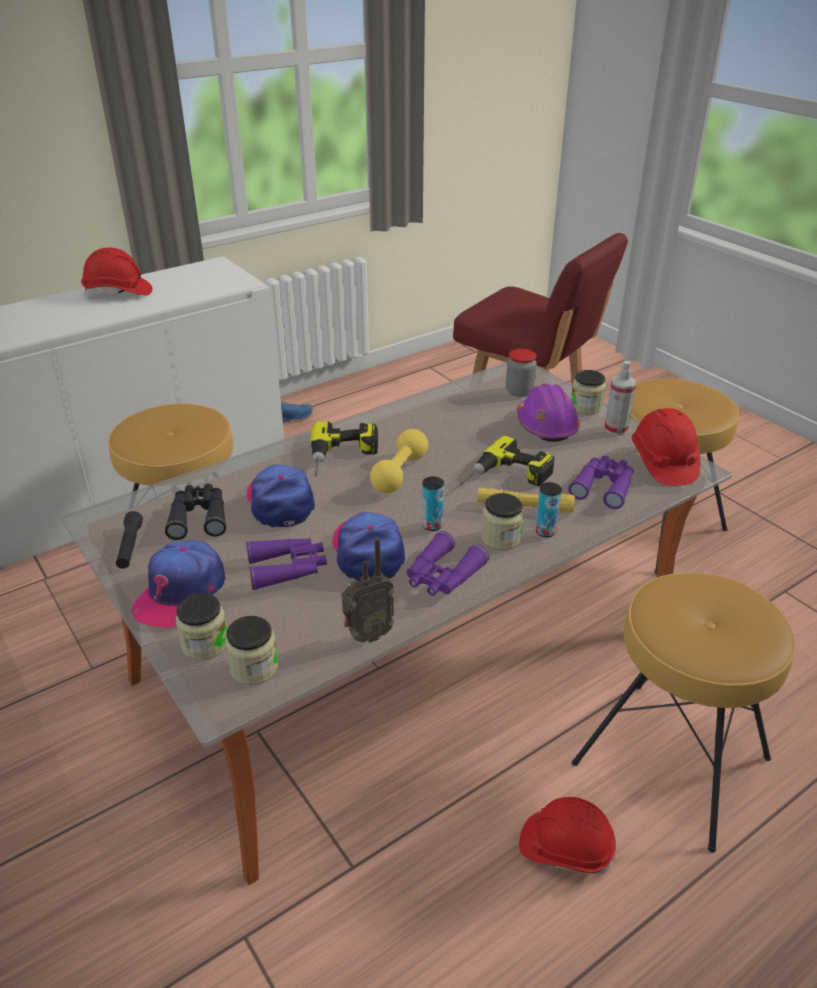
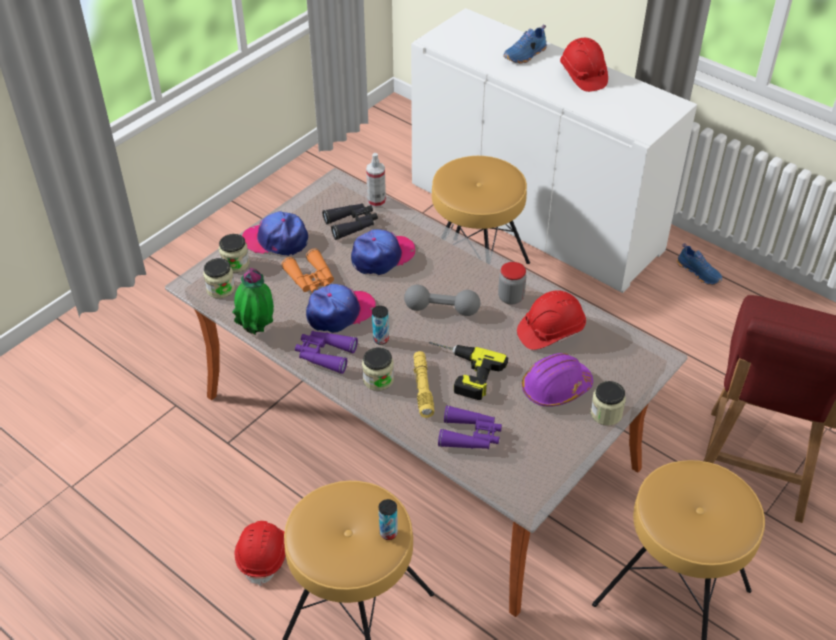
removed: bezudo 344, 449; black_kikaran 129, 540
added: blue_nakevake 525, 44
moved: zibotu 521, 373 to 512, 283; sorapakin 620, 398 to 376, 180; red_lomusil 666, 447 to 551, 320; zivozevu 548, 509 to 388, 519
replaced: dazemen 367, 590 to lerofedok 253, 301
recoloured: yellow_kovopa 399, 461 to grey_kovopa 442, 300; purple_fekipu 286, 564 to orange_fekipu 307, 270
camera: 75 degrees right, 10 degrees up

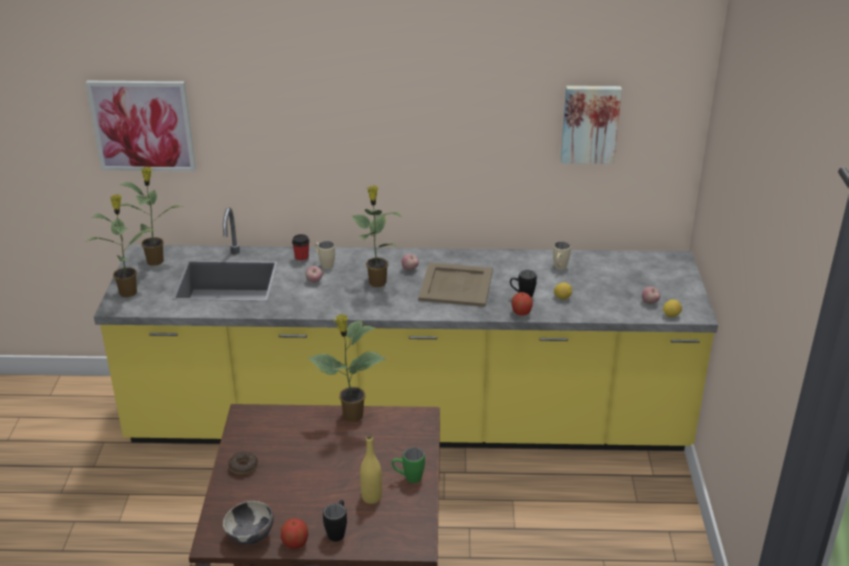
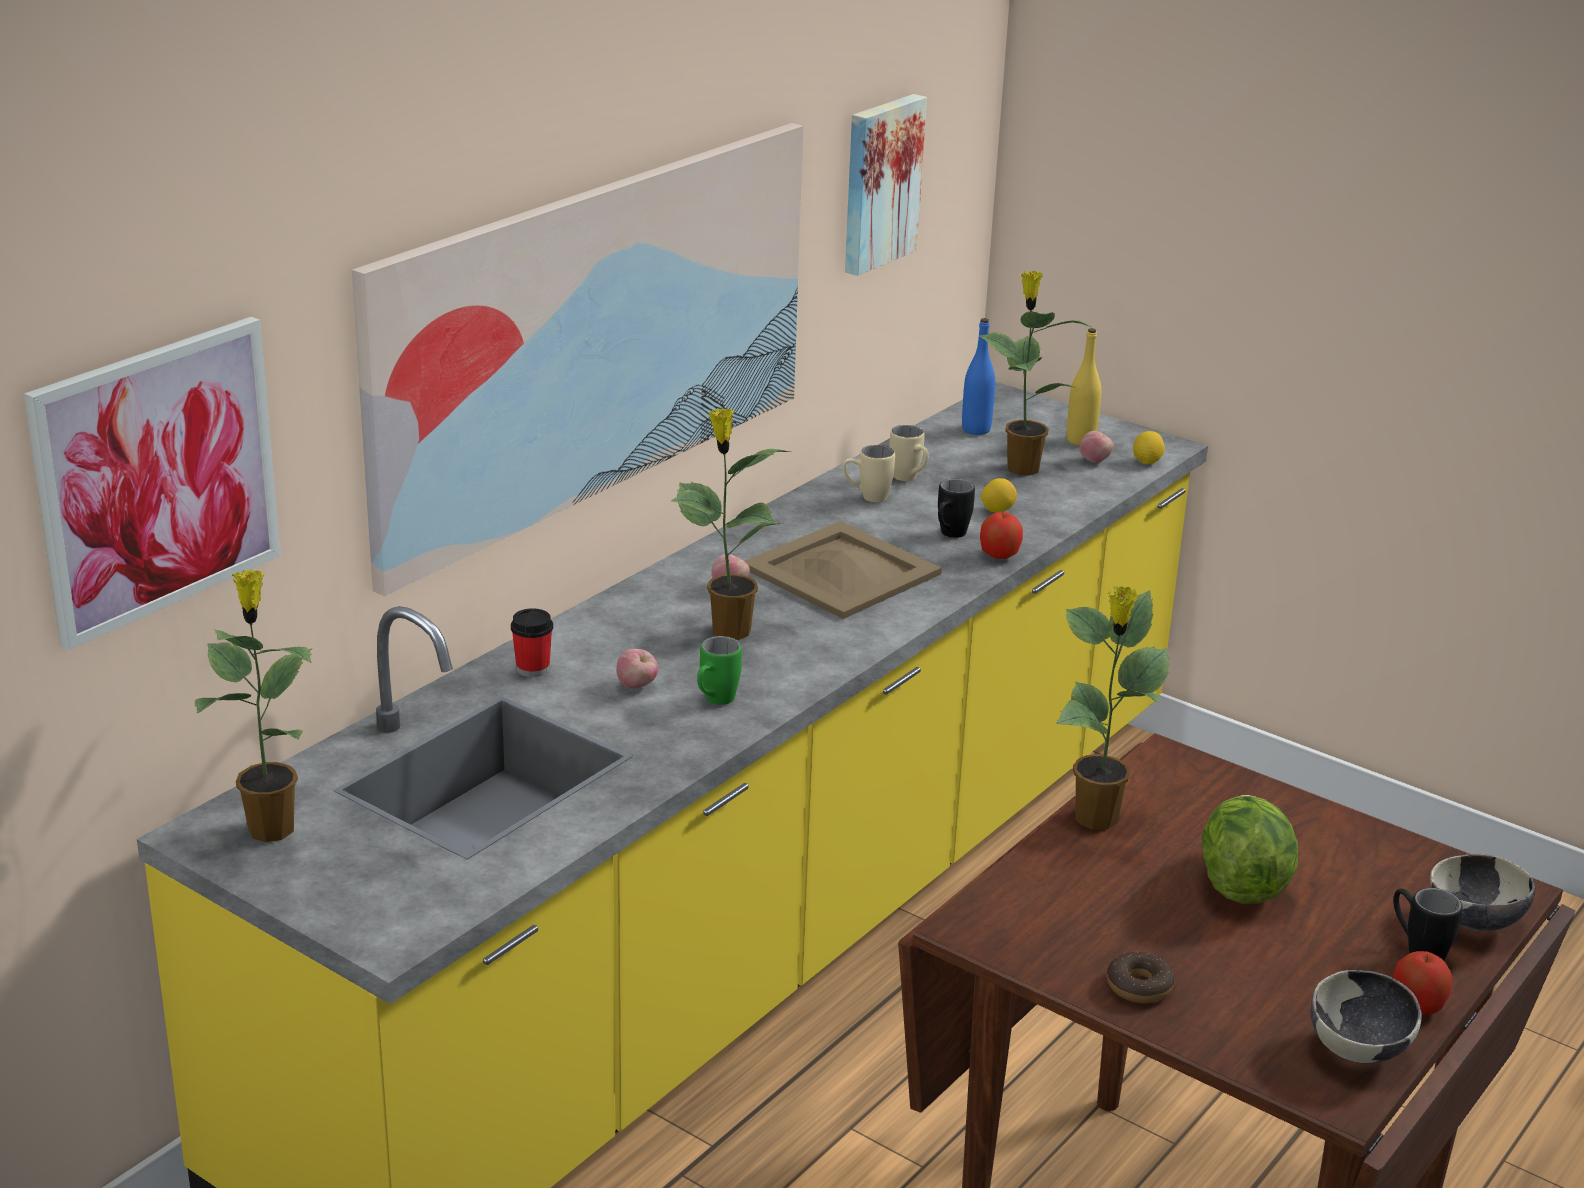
added: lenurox 577, 359; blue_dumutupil 978, 376; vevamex 1250, 849; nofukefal 1482, 893
moved: lerofedok 119, 245 to 1036, 373; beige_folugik 325, 255 to 868, 473; yellow_dumutupil 371, 469 to 1084, 387; green_folugik 408, 465 to 719, 670
camera: 55 degrees left, 5 degrees down

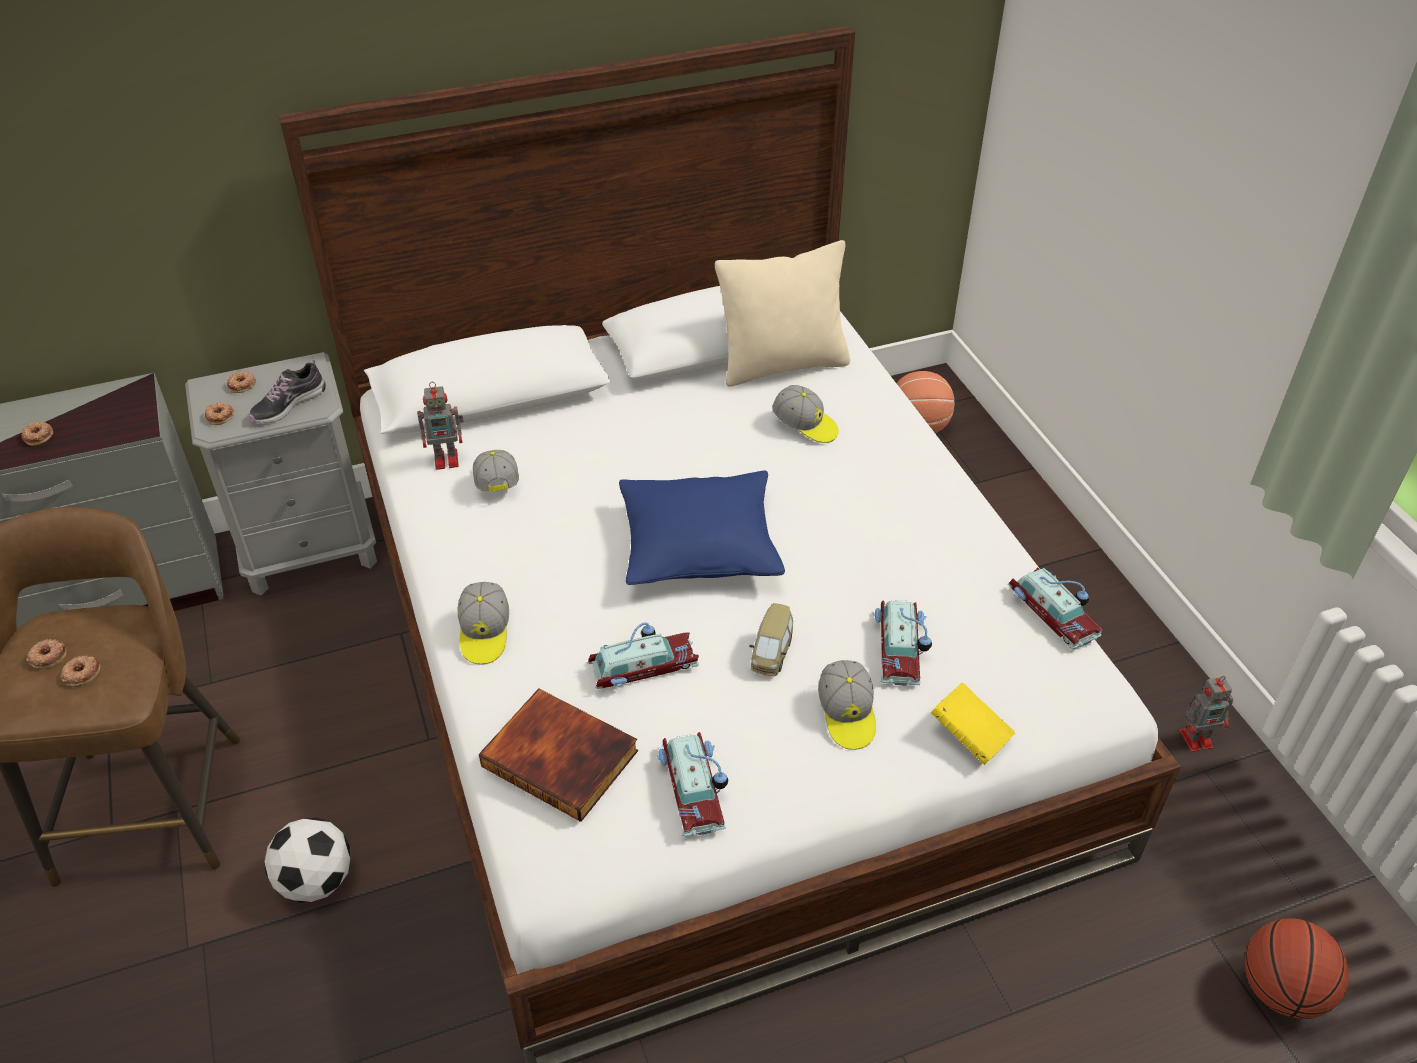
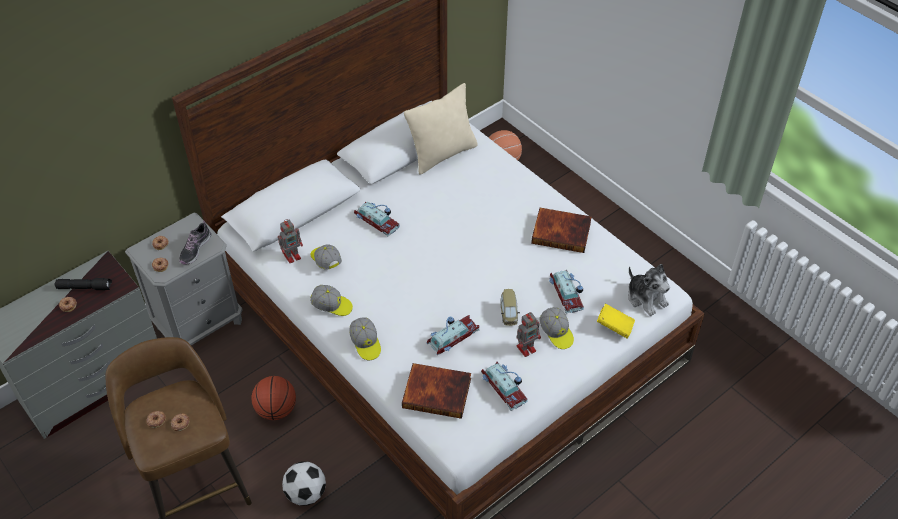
removed: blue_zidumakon 702, 527
added: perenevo 561, 230; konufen 649, 290; black_kikaran 83, 284
moved: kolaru 805, 414 to 331, 300; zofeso 1055, 608 to 377, 219; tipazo 1206, 714 to 528, 334; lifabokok 1297, 968 to 274, 398
camera: 20 degrees left, 5 degrees up

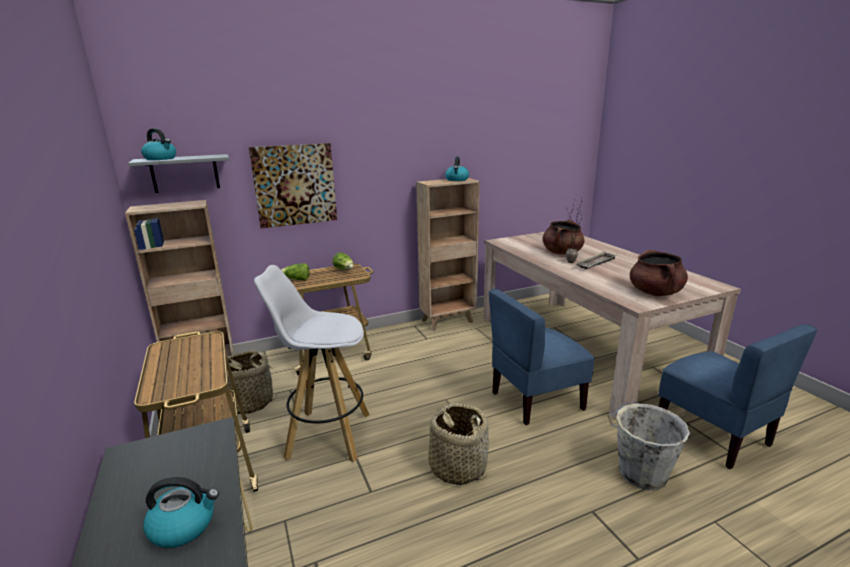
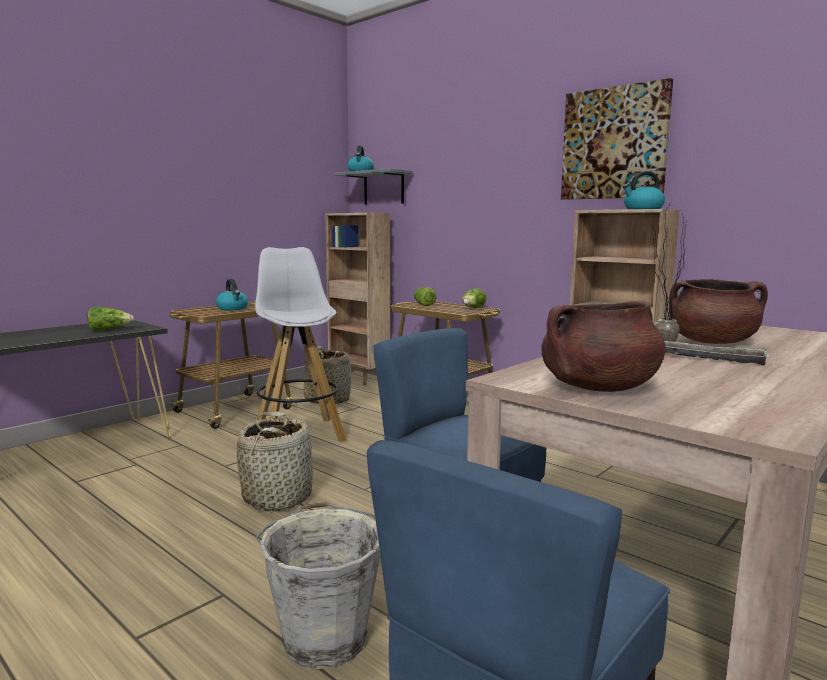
added: vevamex 111, 319
moved: lenurox 293, 185 to 617, 139; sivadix 181, 512 to 232, 294
camera: 65 degrees right, 10 degrees down

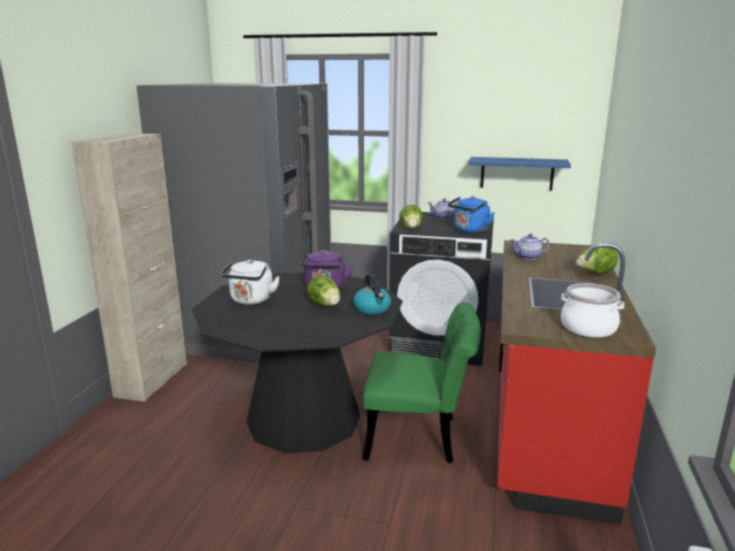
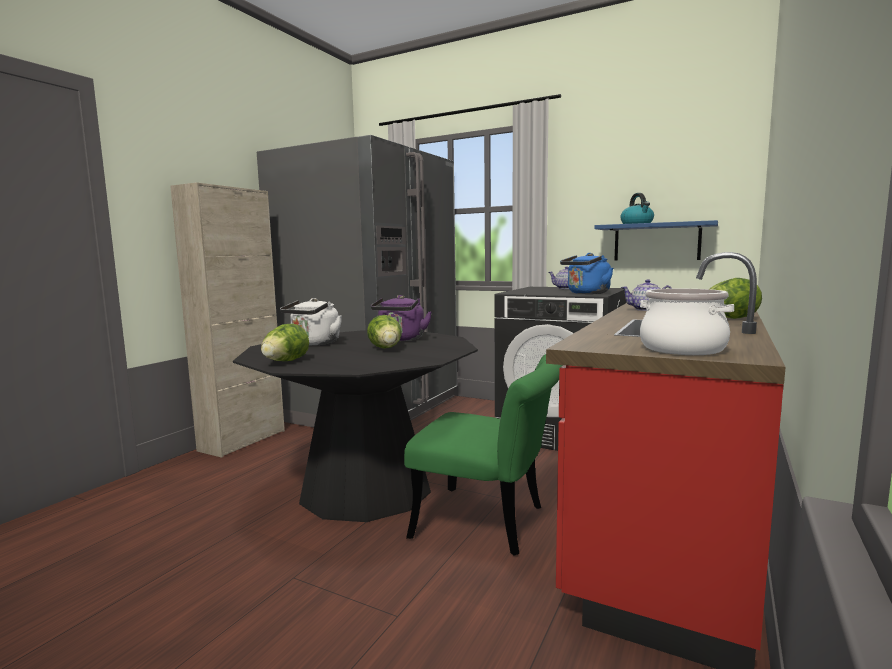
moved: vevamex 411, 217 to 285, 342; sivadix 372, 294 to 637, 208
camera: 15 degrees right, 10 degrees down

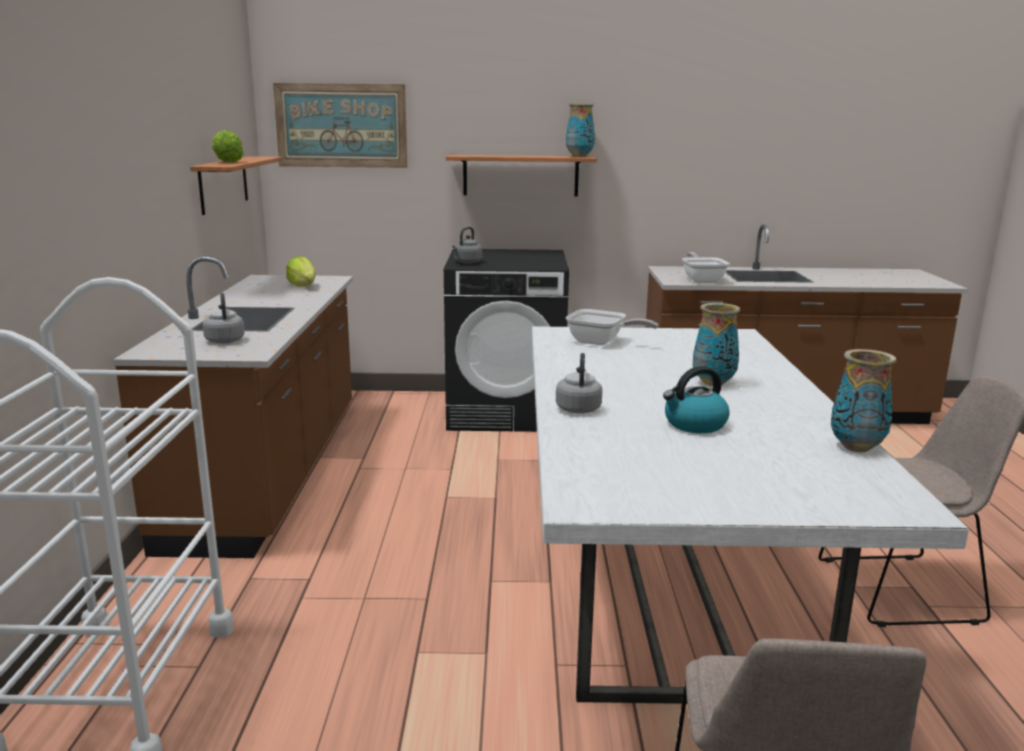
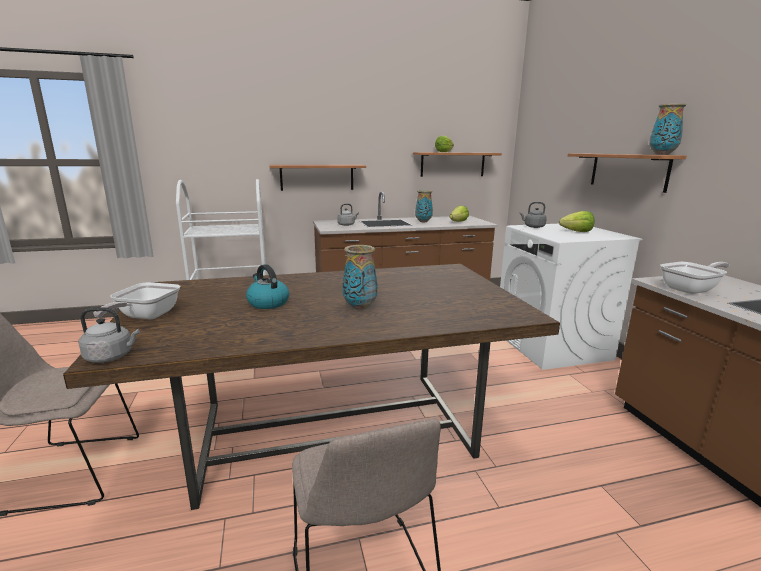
removed: lenurox 340, 125
added: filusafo 317, 178; vevamex 576, 221
moved: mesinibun 612, 327 to 136, 301; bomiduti 864, 400 to 424, 206; grey_sivadix 579, 383 to 109, 335
recoloured: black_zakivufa 506, 340 to white_zakivufa 571, 297; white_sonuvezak 750, 515 to brown_sonuvezak 311, 387
camera: 75 degrees right, 0 degrees up

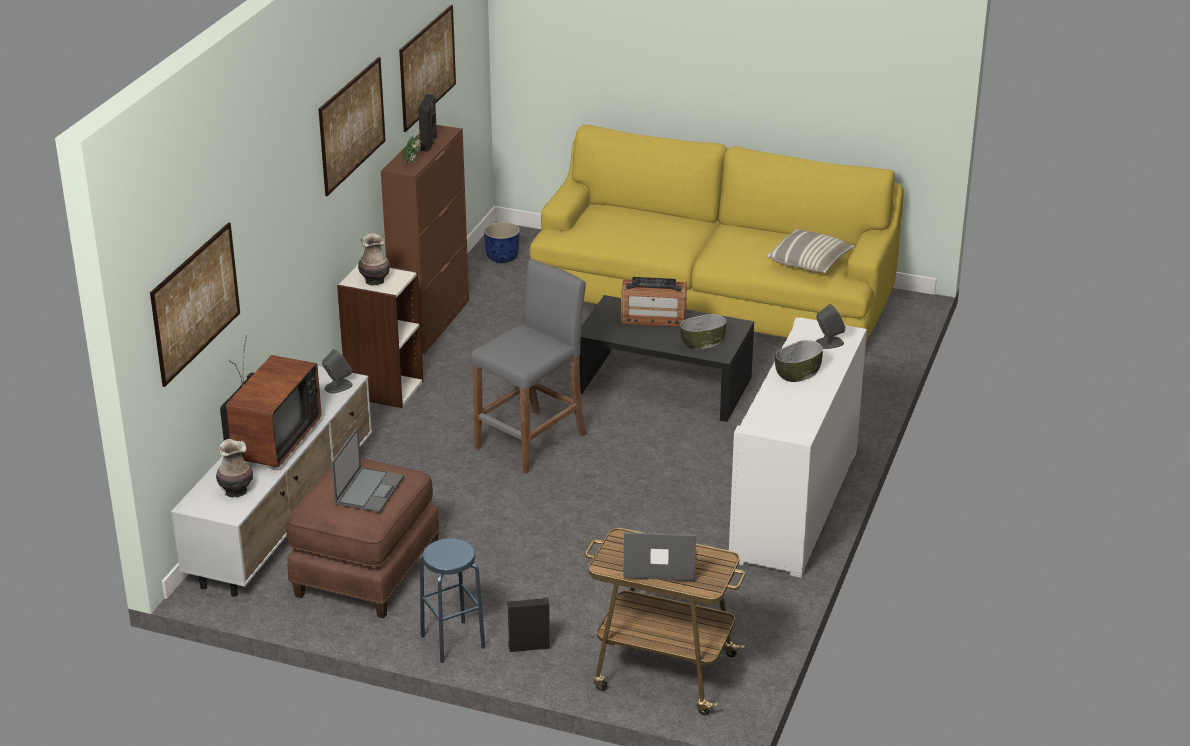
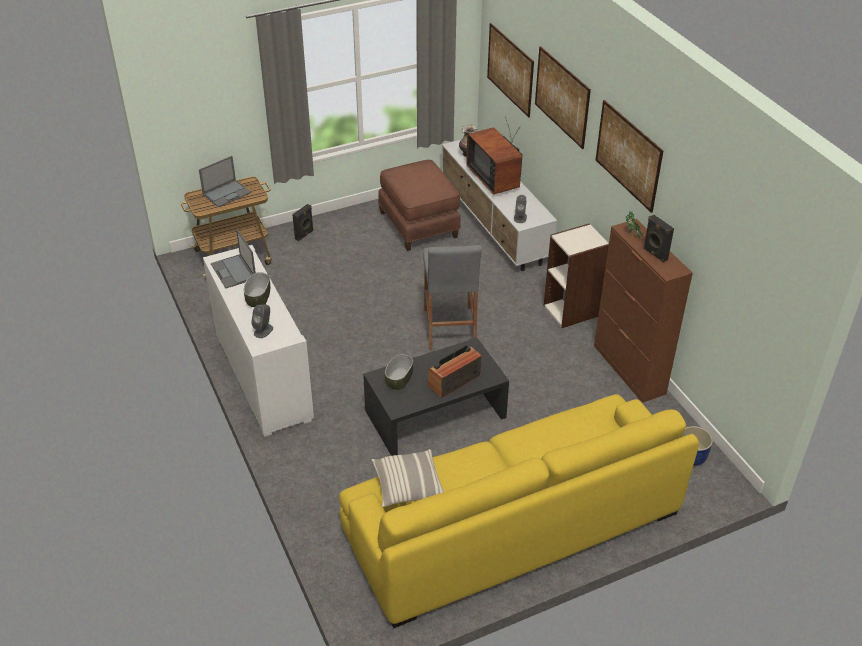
removed: bomiduti 374, 259; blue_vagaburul 452, 600
moved: lenurox 427, 68 to 563, 97; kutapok 367, 470 to 233, 259
camera: 135 degrees right, 10 degrees up

